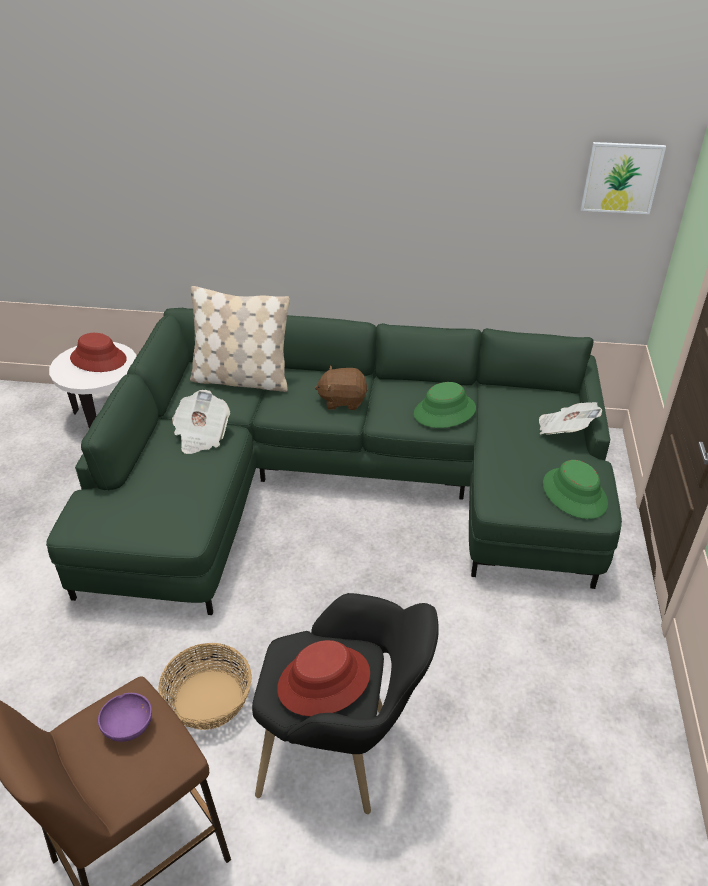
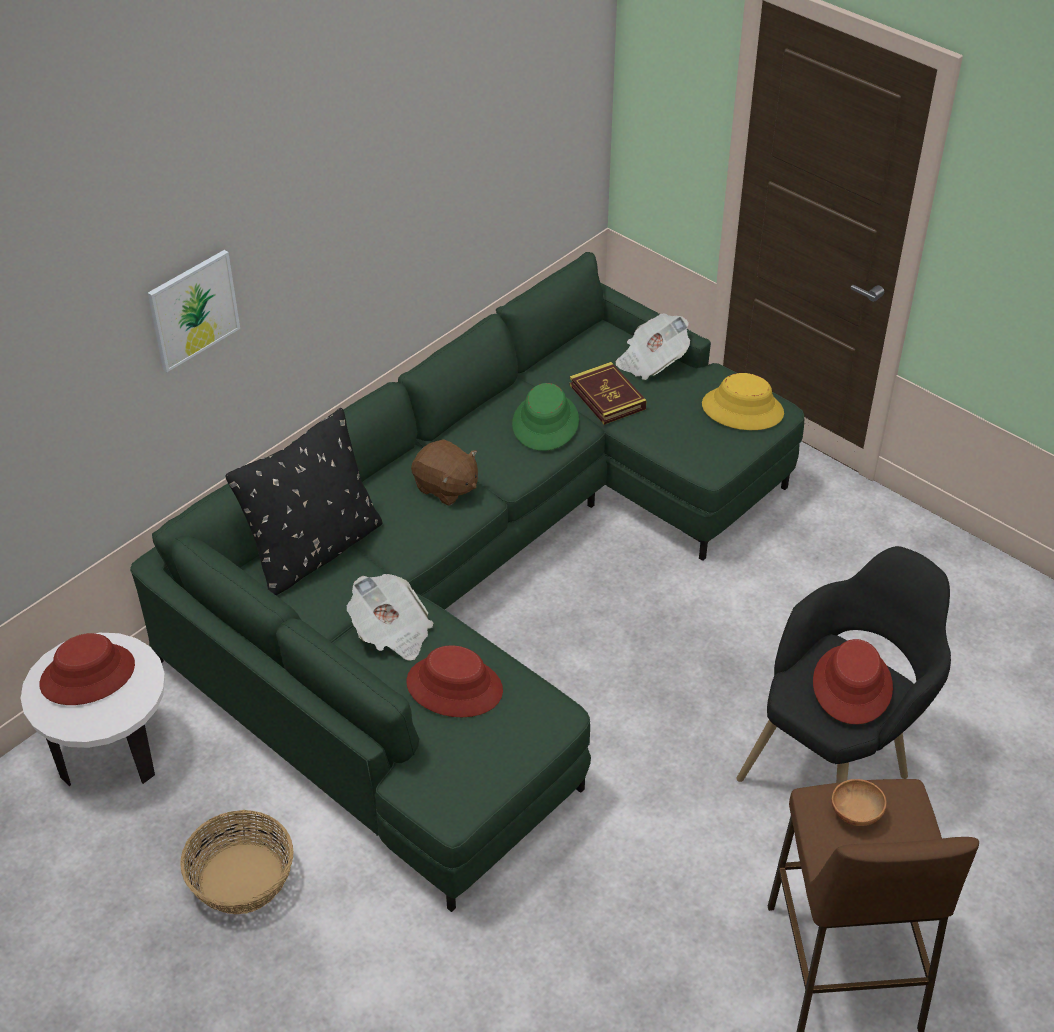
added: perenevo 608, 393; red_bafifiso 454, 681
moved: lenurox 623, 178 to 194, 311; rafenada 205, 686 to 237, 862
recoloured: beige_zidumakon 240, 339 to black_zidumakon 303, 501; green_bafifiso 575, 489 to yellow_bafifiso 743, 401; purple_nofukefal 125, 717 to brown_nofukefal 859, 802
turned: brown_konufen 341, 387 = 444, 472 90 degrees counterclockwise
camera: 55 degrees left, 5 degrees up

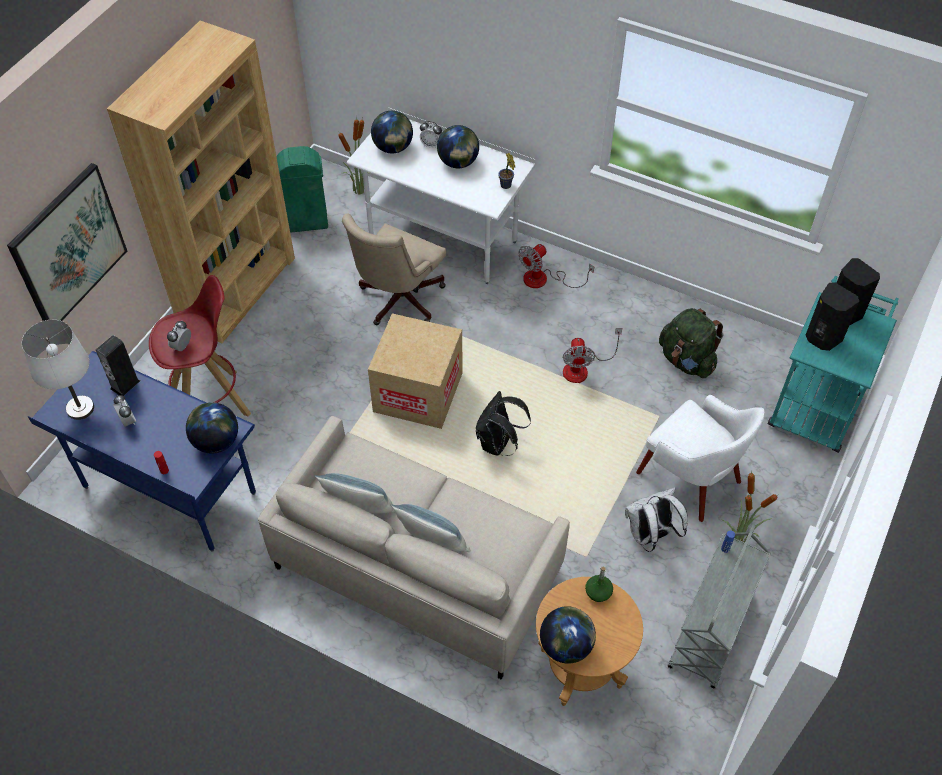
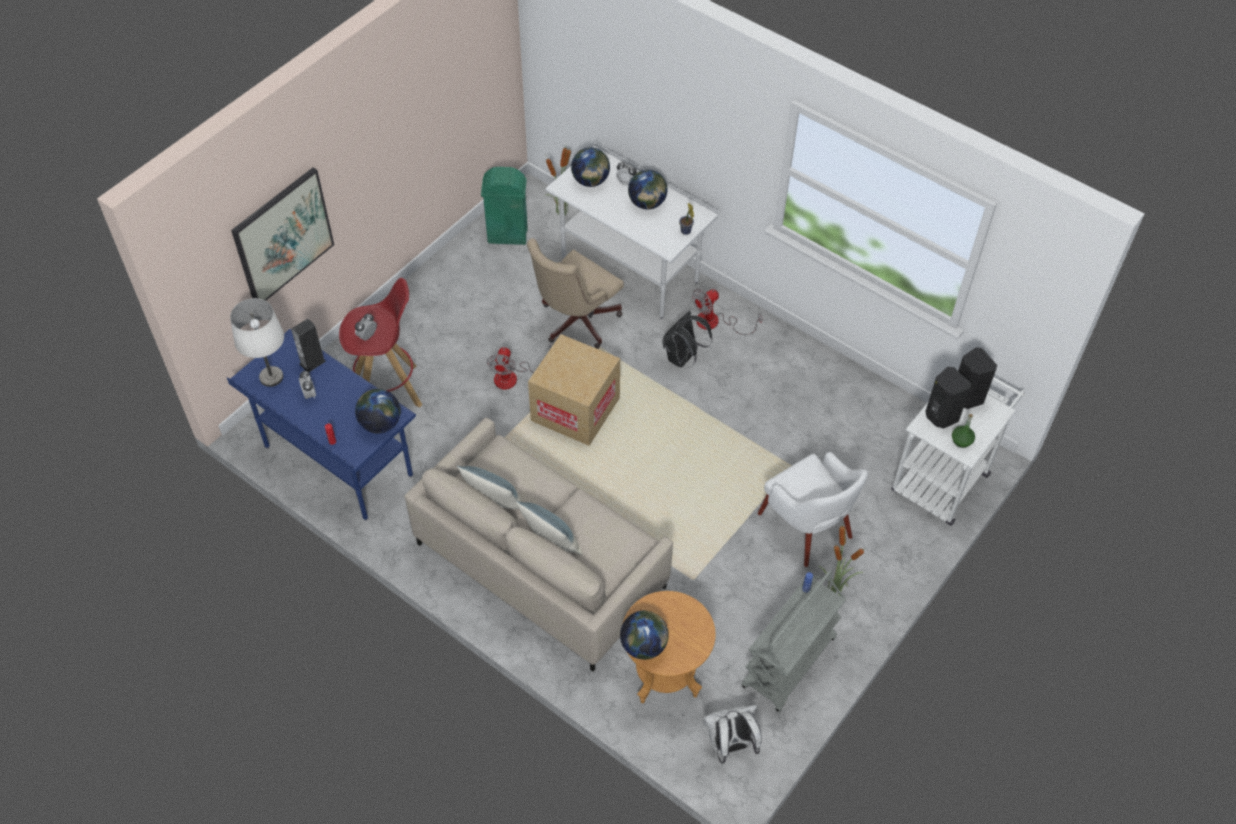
removed: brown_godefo 201, 182; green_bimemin 691, 343
moved: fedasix 592, 355 to 520, 366; black_bimemin 503, 423 to 687, 339; white_bimemin 656, 520 to 732, 734; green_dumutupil 599, 584 to 963, 431
recoloured: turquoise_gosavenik 833, 364 to white_gosavenik 958, 451
camera: 10 degrees right, 0 degrees up

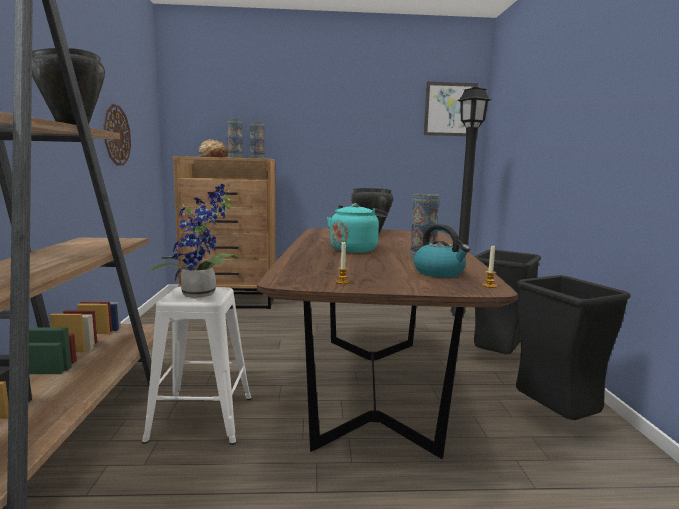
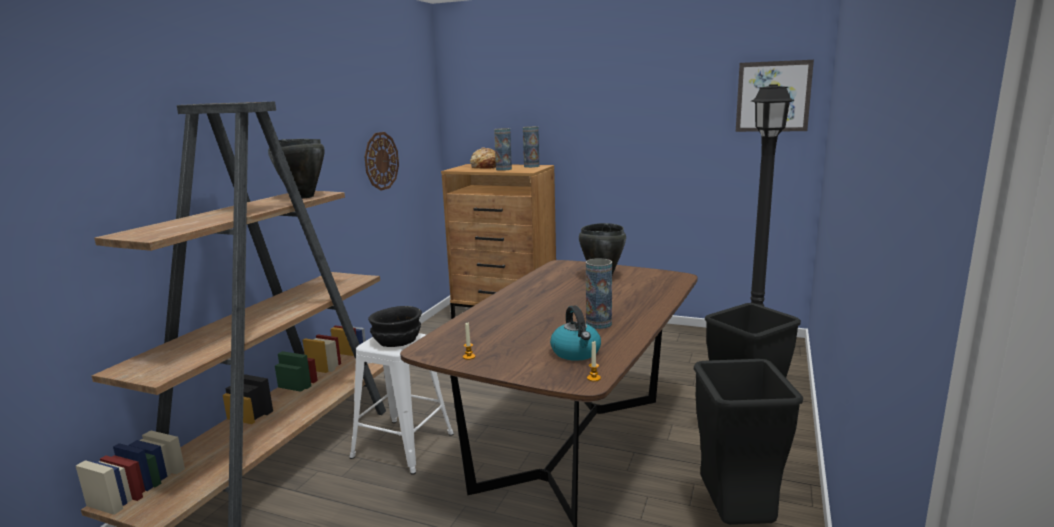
removed: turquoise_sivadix 357, 228
replaced: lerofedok 194, 240 to black_nofukefal 395, 326
camera: 25 degrees right, 5 degrees up

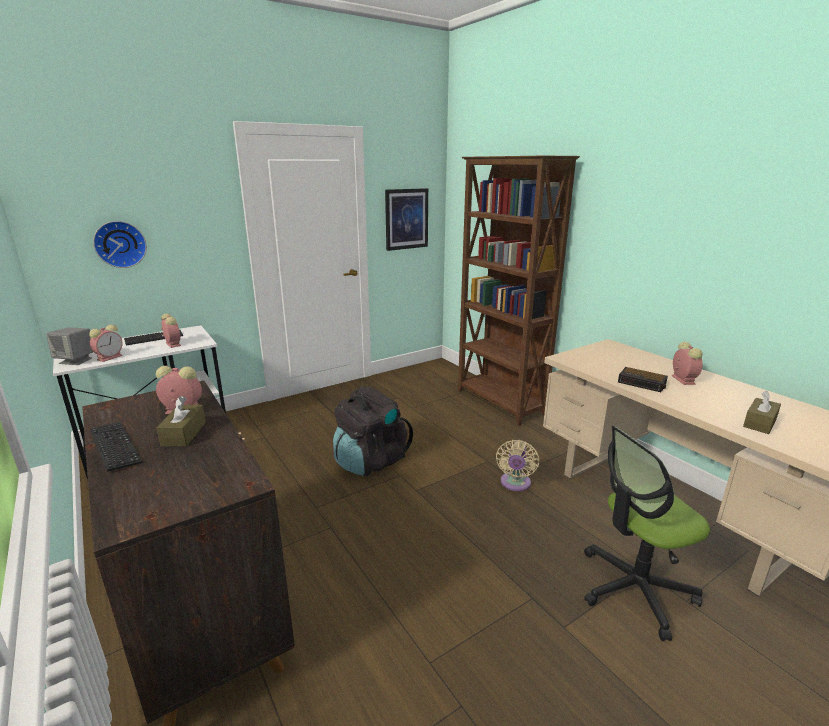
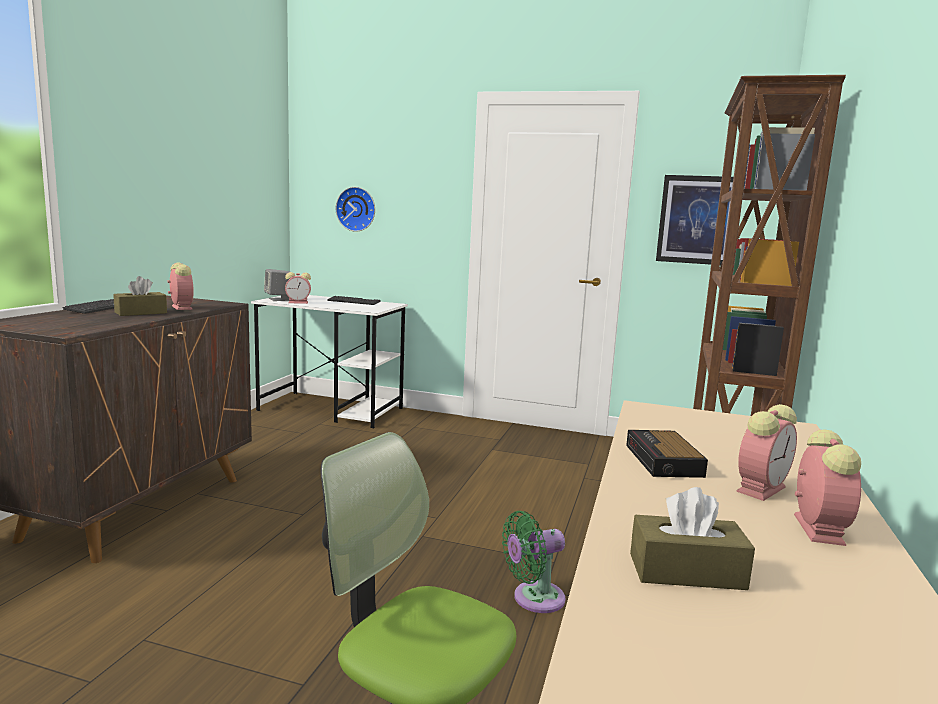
removed: black_bimemin 373, 431
moved: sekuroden 171, 330 to 827, 488
recoloured: beige_fedasix 517, 465 to green_fedasix 533, 562
camera: 50 degrees right, 10 degrees down

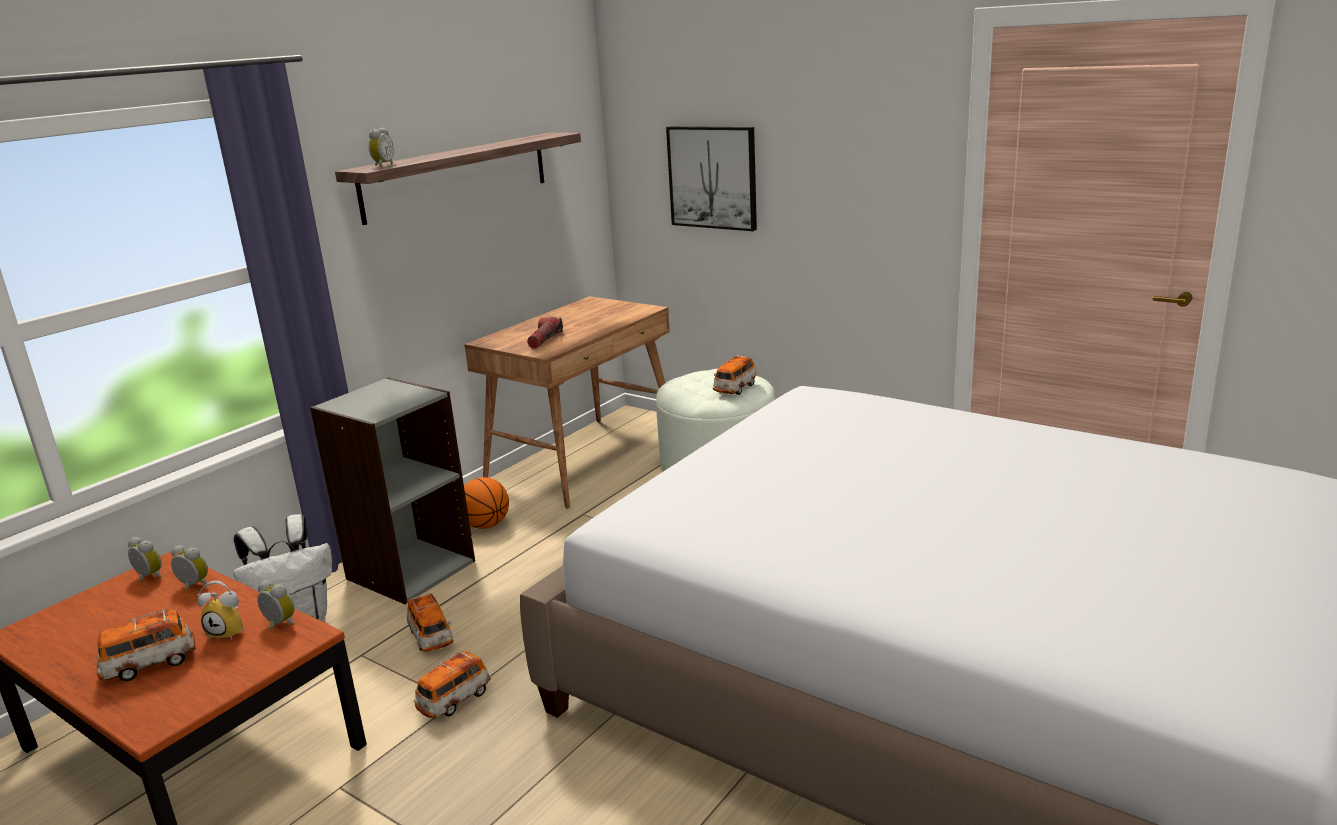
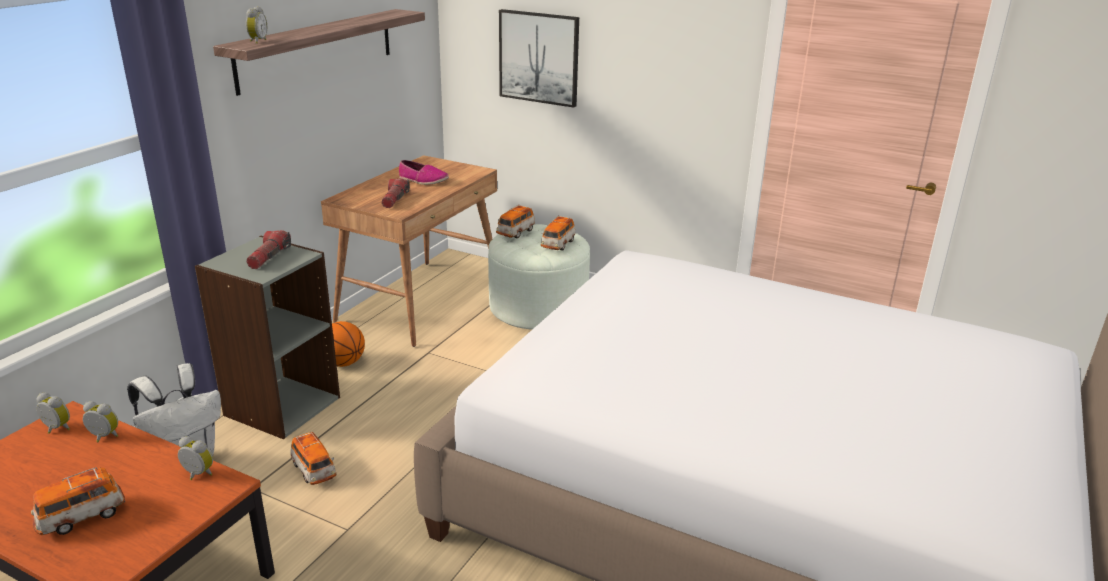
removed: sekuroden 220, 610
added: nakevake 424, 172; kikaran 268, 249
moved: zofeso 452, 684 to 515, 221
camera: 10 degrees left, 5 degrees up

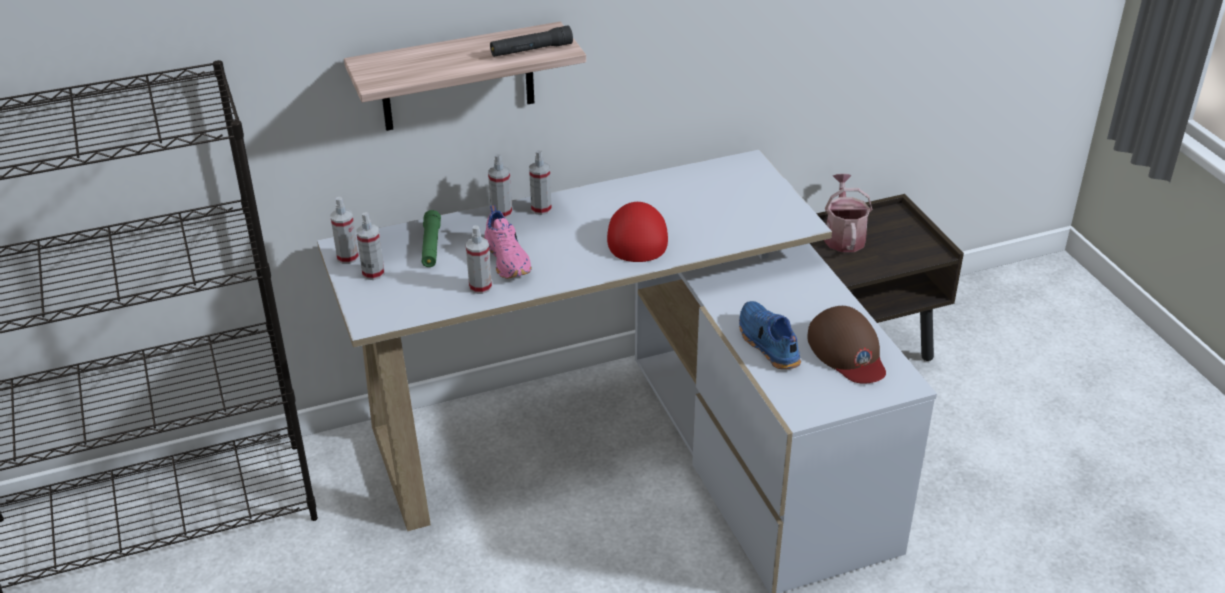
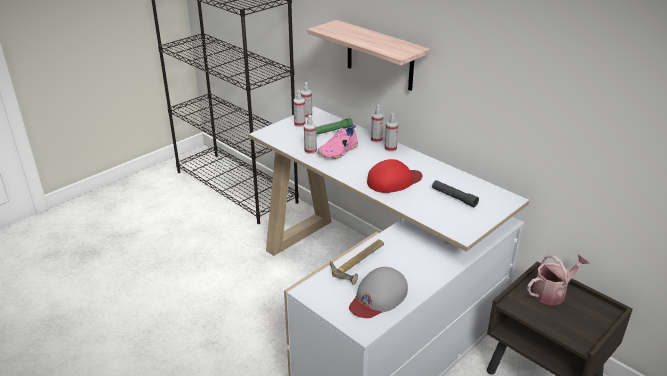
moved: black_kikaran 531, 41 to 455, 193
replaced: blue_nakevake 770, 335 to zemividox 357, 262
recoloured: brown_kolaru 846, 344 to grey_kolaru 378, 292
camera: 65 degrees right, 5 degrees down

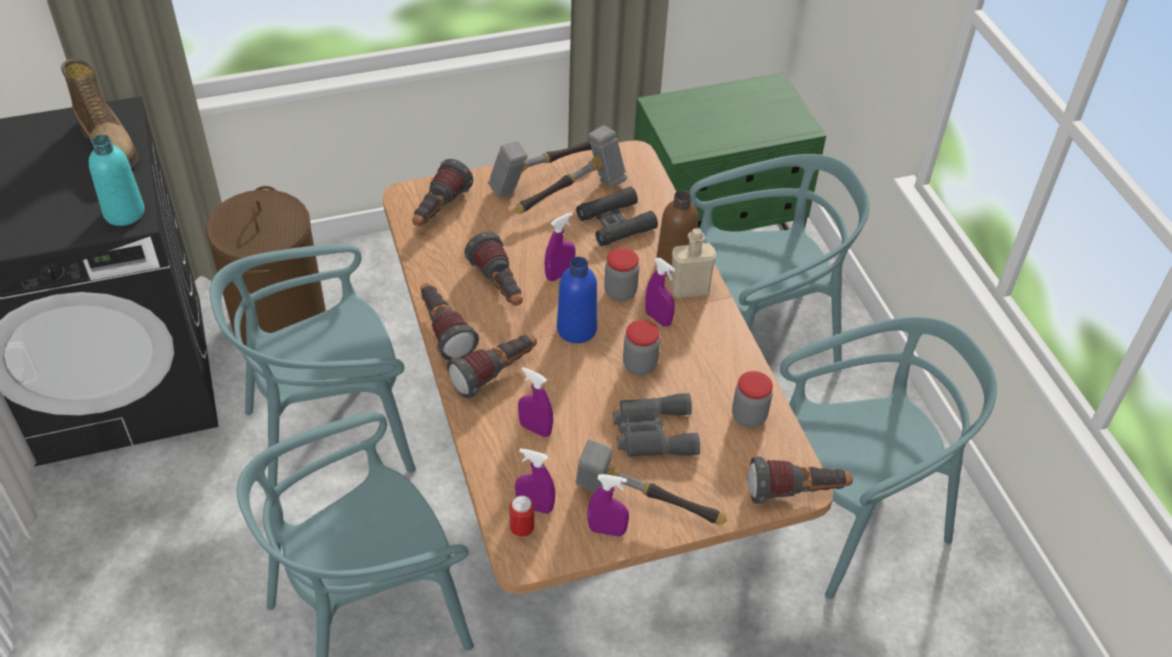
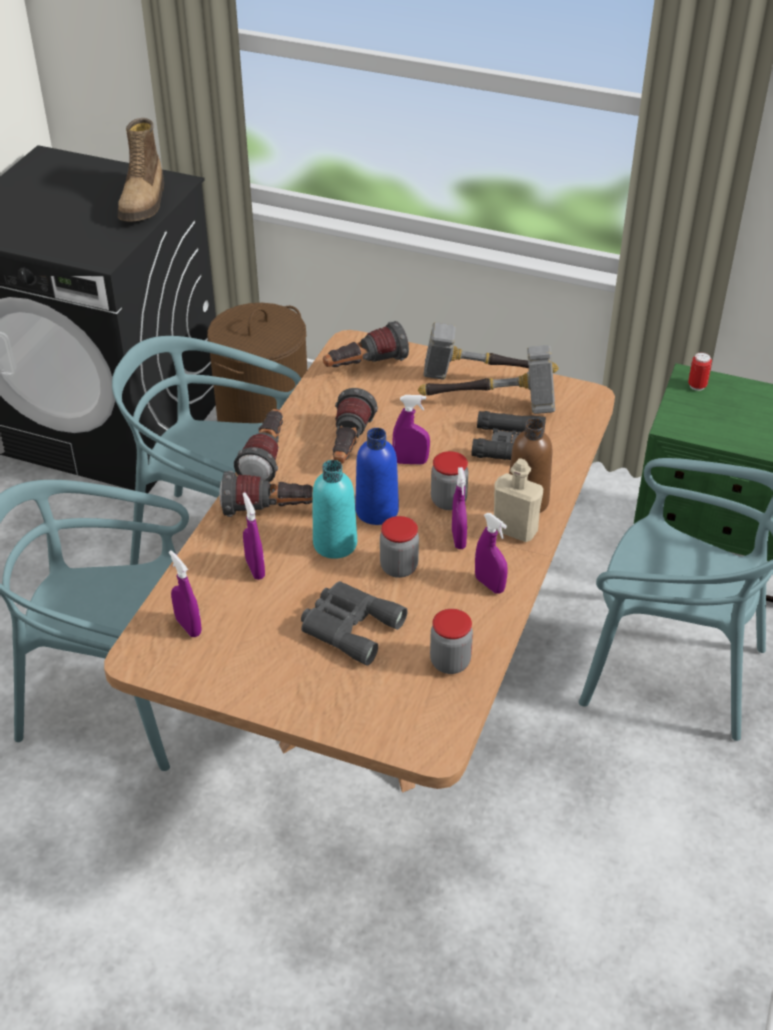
removed: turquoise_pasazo 888, 458; zemividox 651, 482; kikaran 800, 480
moved: turquoise_dumutupil 117, 180 to 334, 509; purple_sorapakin 608, 505 to 491, 553; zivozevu 521, 516 to 700, 371
camera: 40 degrees right, 5 degrees down

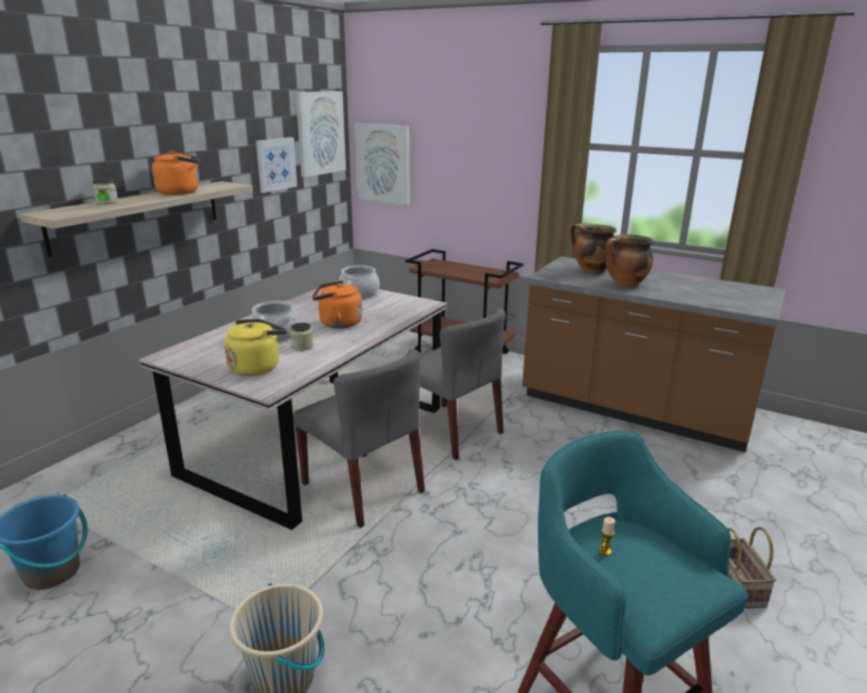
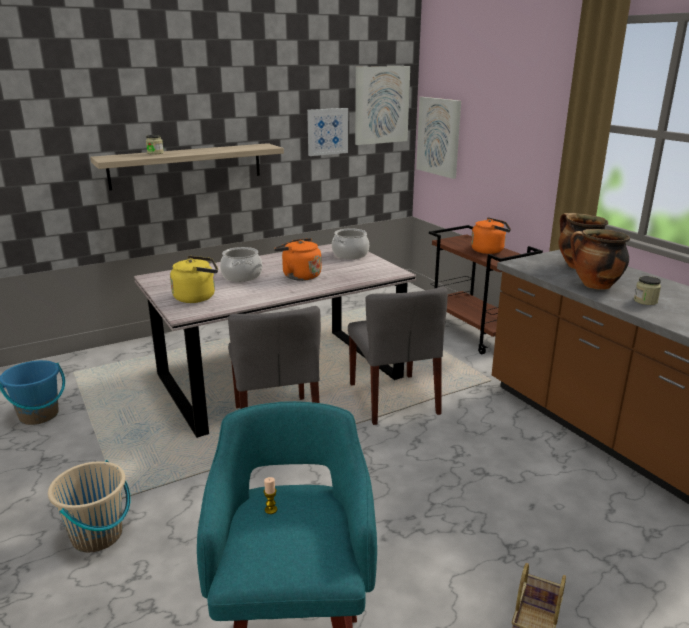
moved: orange_sivadix 176, 173 to 491, 235; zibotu 301, 336 to 647, 290
camera: 30 degrees right, 0 degrees up

